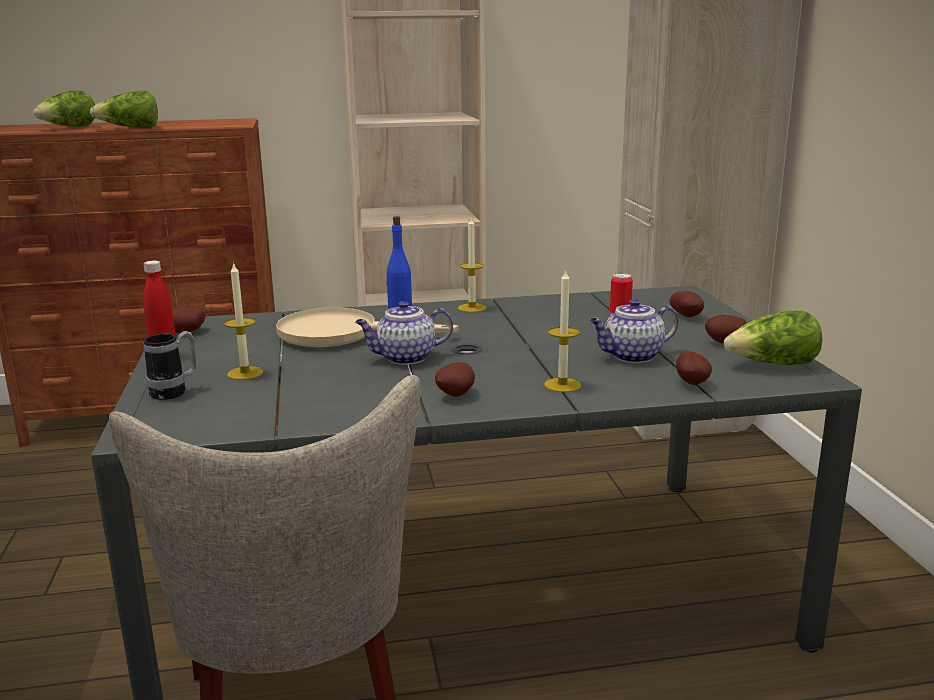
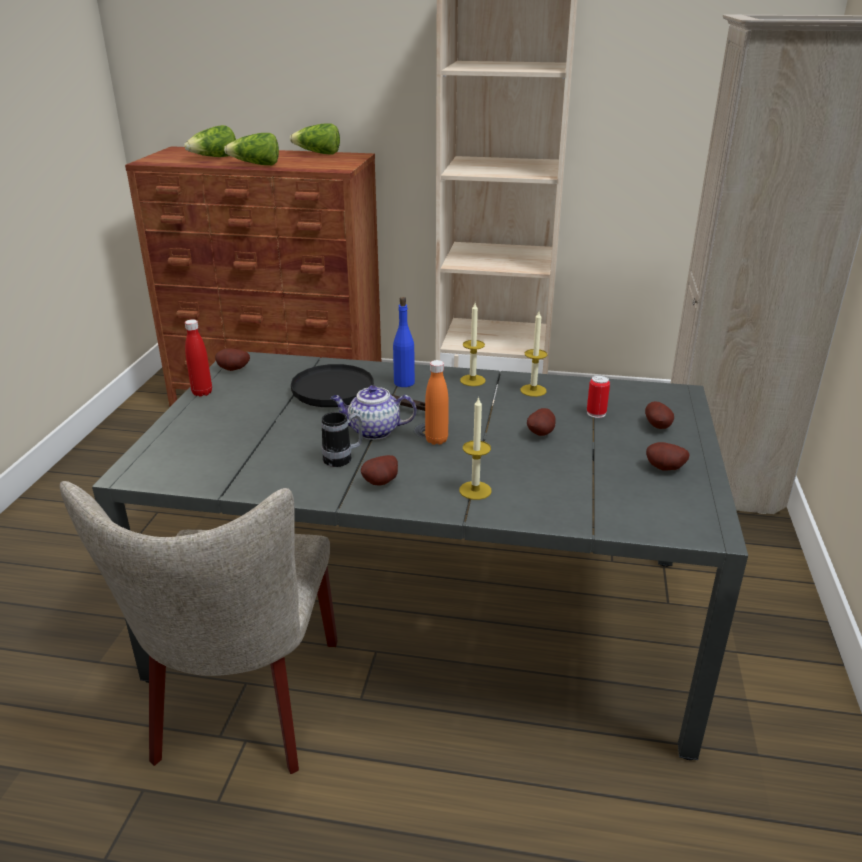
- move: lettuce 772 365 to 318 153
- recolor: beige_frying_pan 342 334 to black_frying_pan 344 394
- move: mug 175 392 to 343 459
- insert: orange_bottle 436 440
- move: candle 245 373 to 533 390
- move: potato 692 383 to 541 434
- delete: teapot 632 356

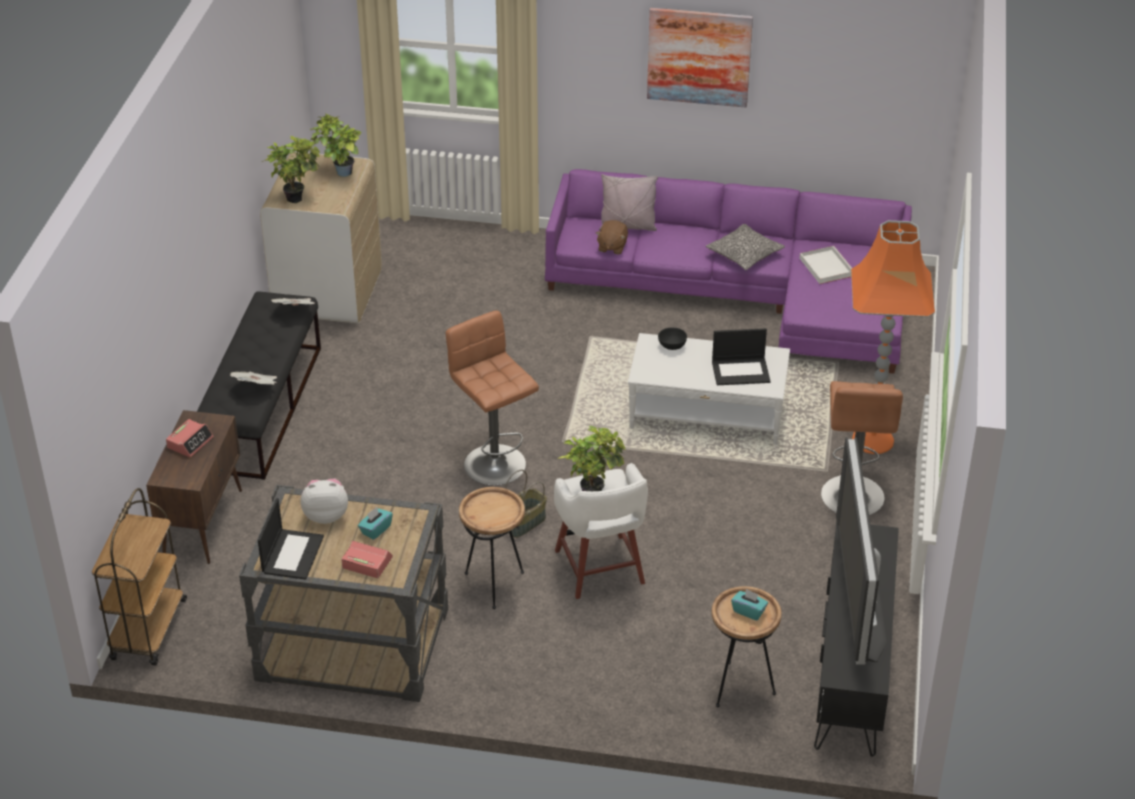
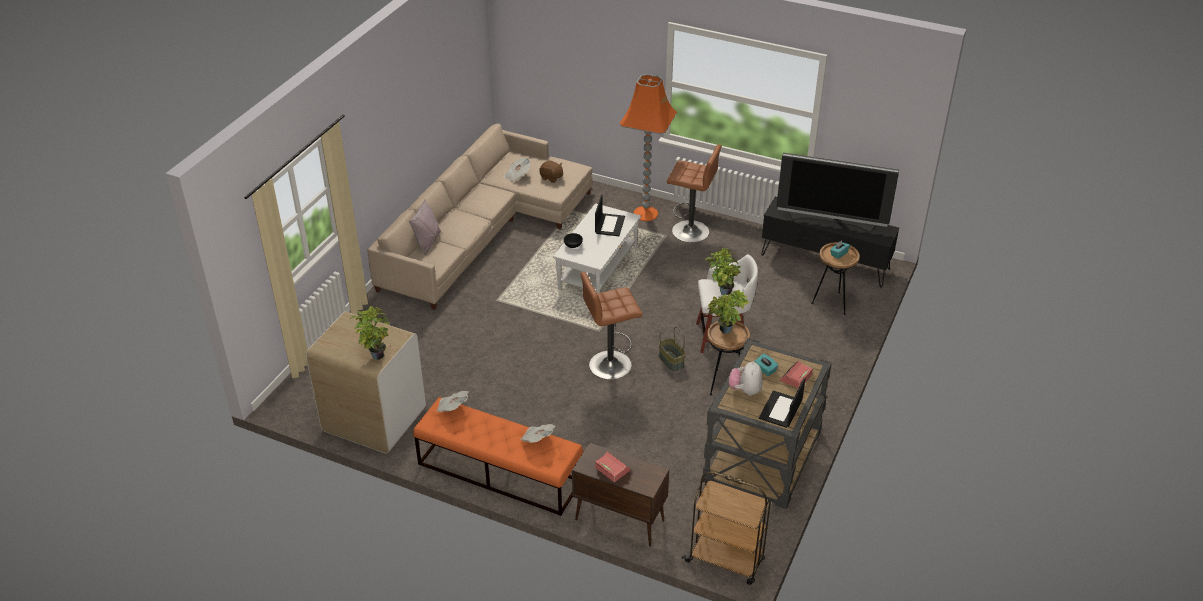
- recolor: purple_sofa 746 292 to beige_sofa 484 228
- recolor: black_bench 263 407 to orange_bench 499 472
- replace: white_tray 825 266 to newspaper 517 175
- move: brown_plush_toy 612 247 to 551 178
- move: potted_plant 339 173 to 725 332
- rotate: laptop 292 554 = 781 410 90 degrees counterclockwise
- delete: picture 699 56
- delete: pillow 744 254

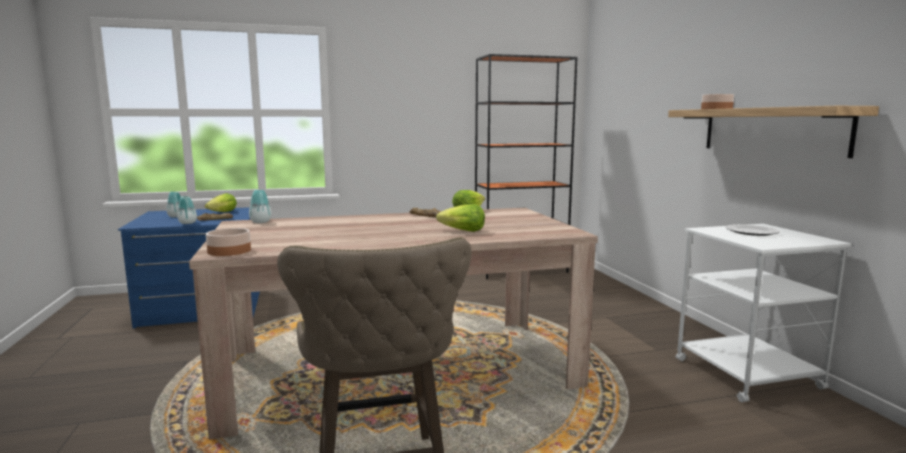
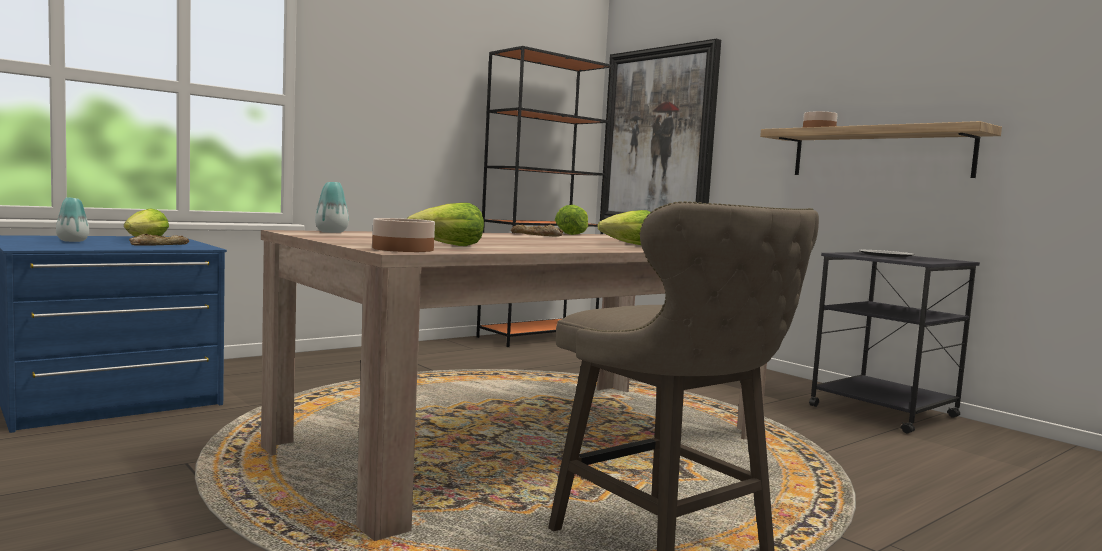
- insert: lettuce 448 246
- insert: picture 658 137
- recolor: white_cart 748 375 to black_cart 885 412
- delete: vase 187 223

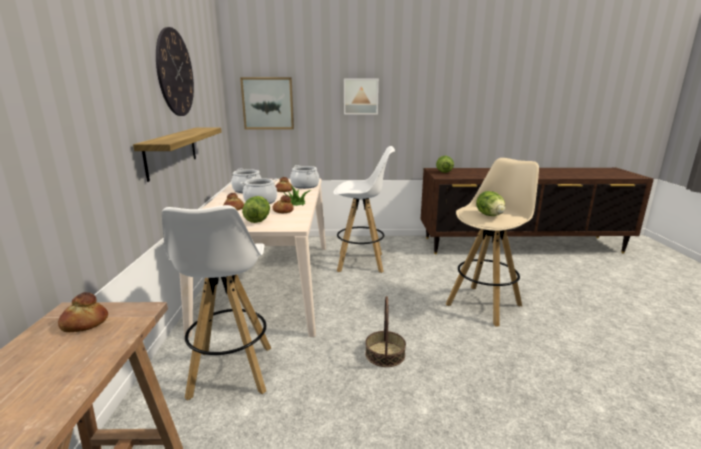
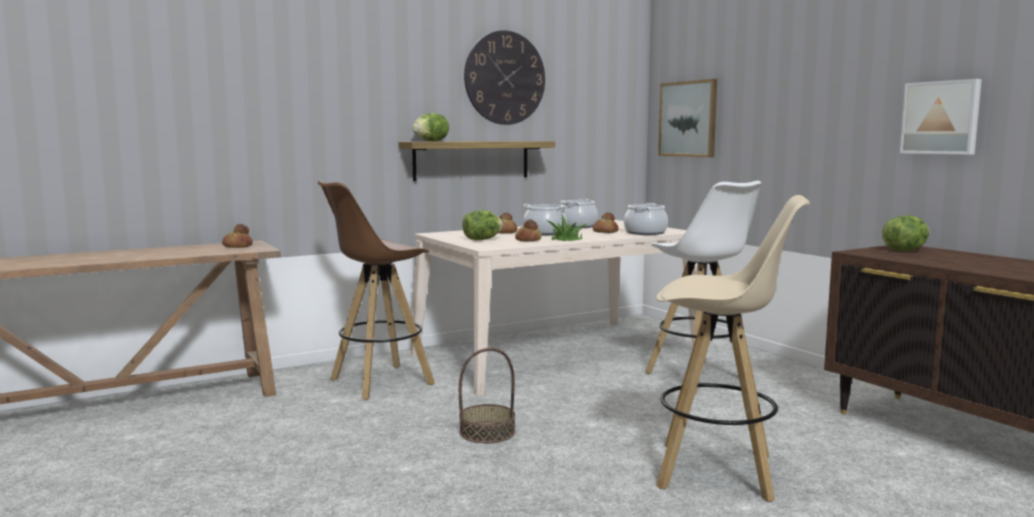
- recolor: white_stool 230 373 to brown_stool 379 382
- move: lettuce 489 215 to 431 141
- move: picture 360 96 to 941 117

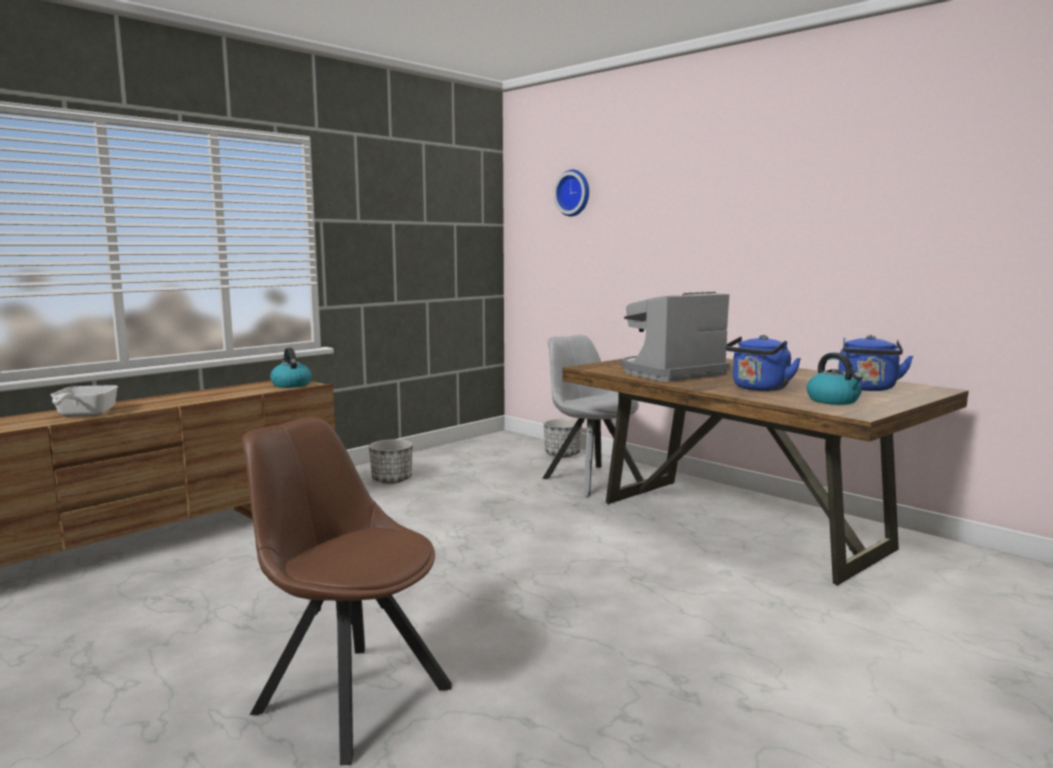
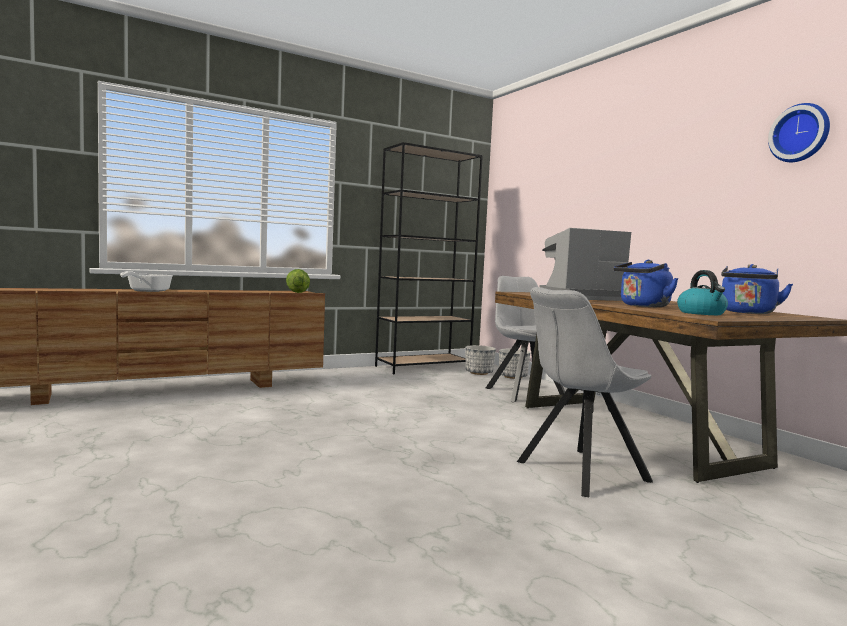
- replace: kettle 291 385 to lettuce 297 292
- insert: beige_bookcase 423 367
- move: planter 391 480 to 479 373
- insert: grey_chair 579 472
- move: wall_clock 574 193 to 800 133
- delete: brown_chair 350 697

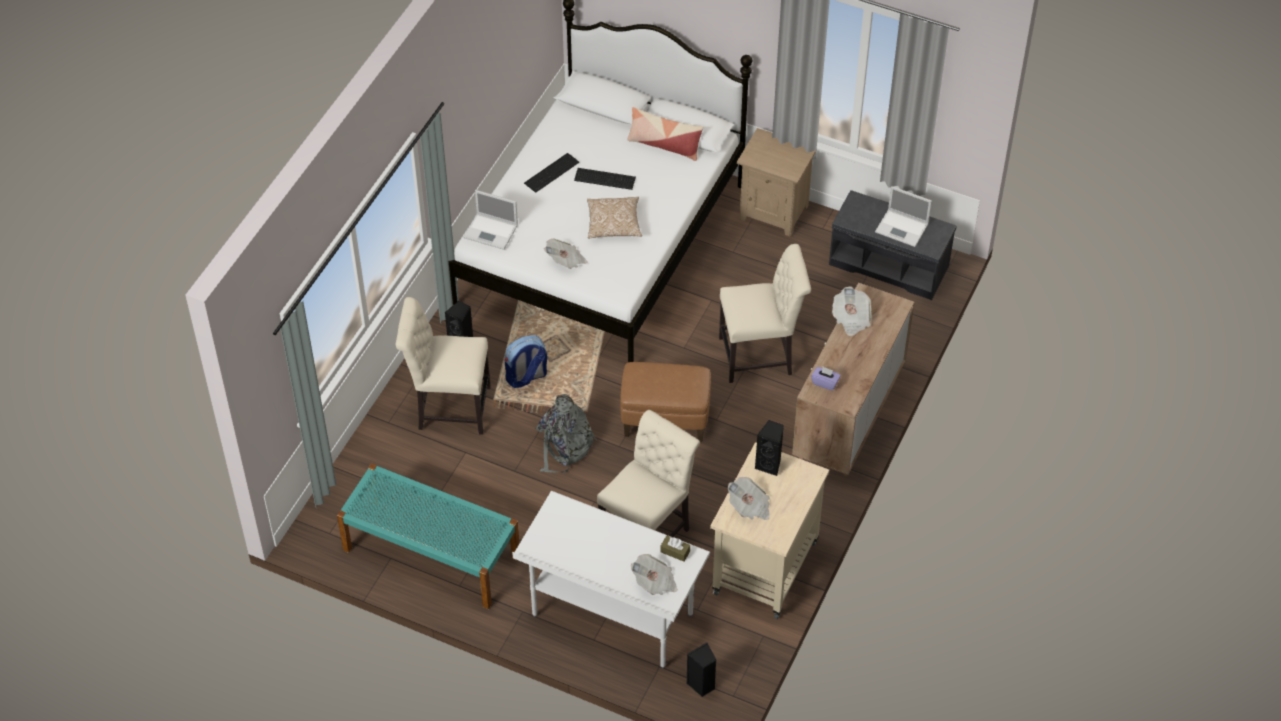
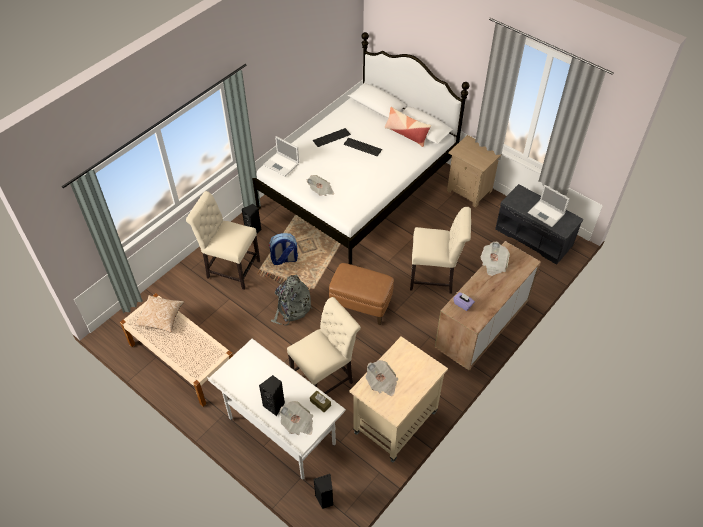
- recolor: turquoise_bench 431 553 to beige_bench 182 360
- move: pillow 613 225 to 161 318
- move: black_speaker 769 464 to 275 405

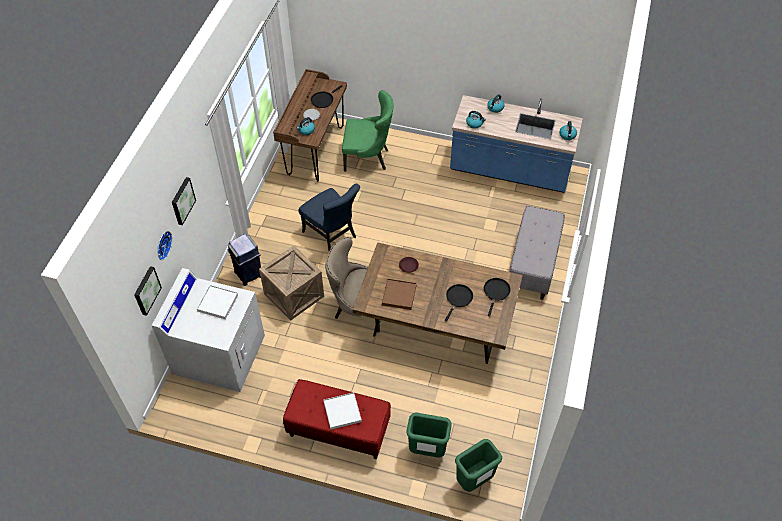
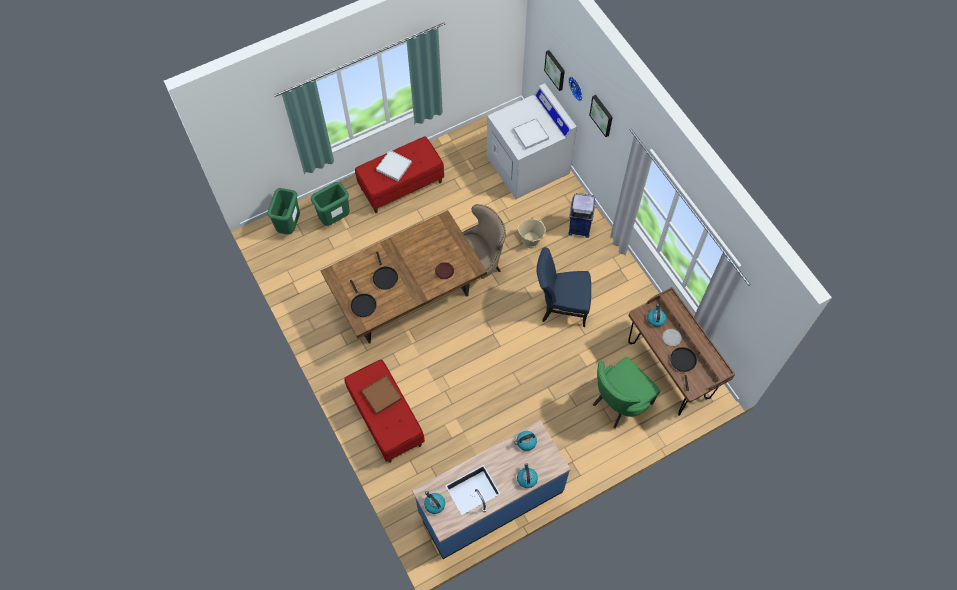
- recolor: grey_bench 533 264 to red_bench 386 419
- move: brown_tray 399 295 to 381 395
- replace: crate 294 295 to beige_bucket 531 240

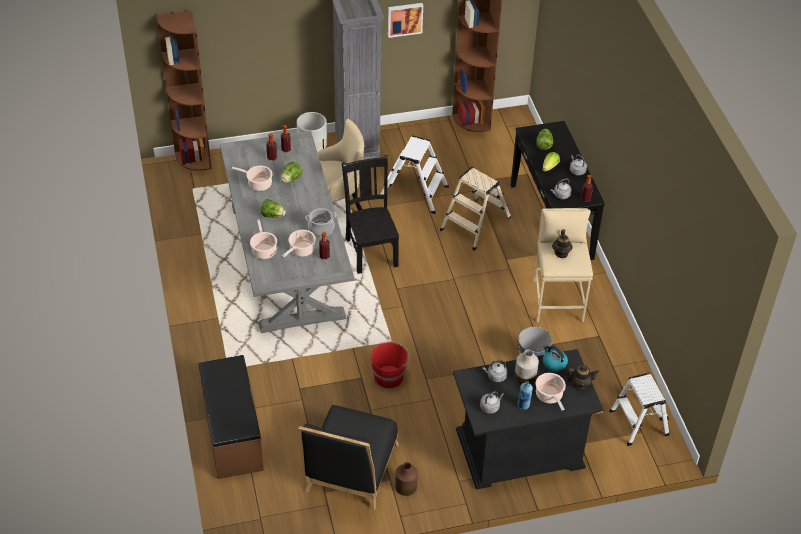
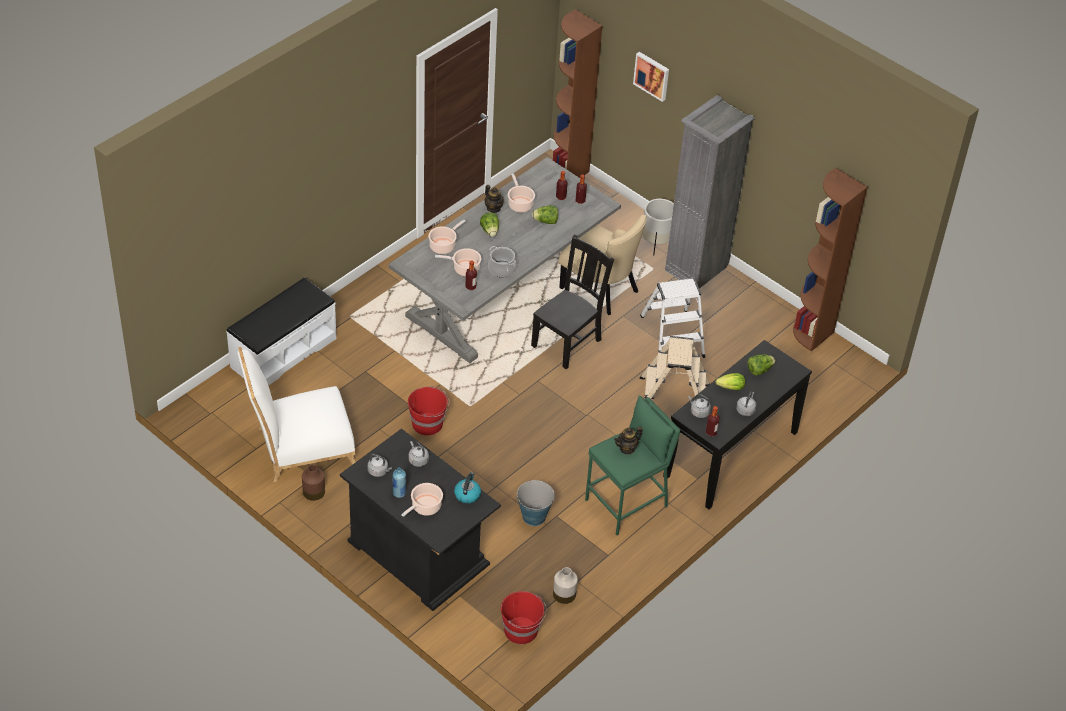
- recolor: brown_bench 231 433 to white_bench 283 352
- recolor: black_chair 350 473 to white_chair 300 447
- move: teapot 580 384 to 493 208
- replace: white_step_ladder 639 422 to red_bucket 521 630
- move: beige_vase 525 376 to 564 594
- recolor: beige_stool 557 300 to green_stool 627 504
- move: picture 404 19 to 652 75

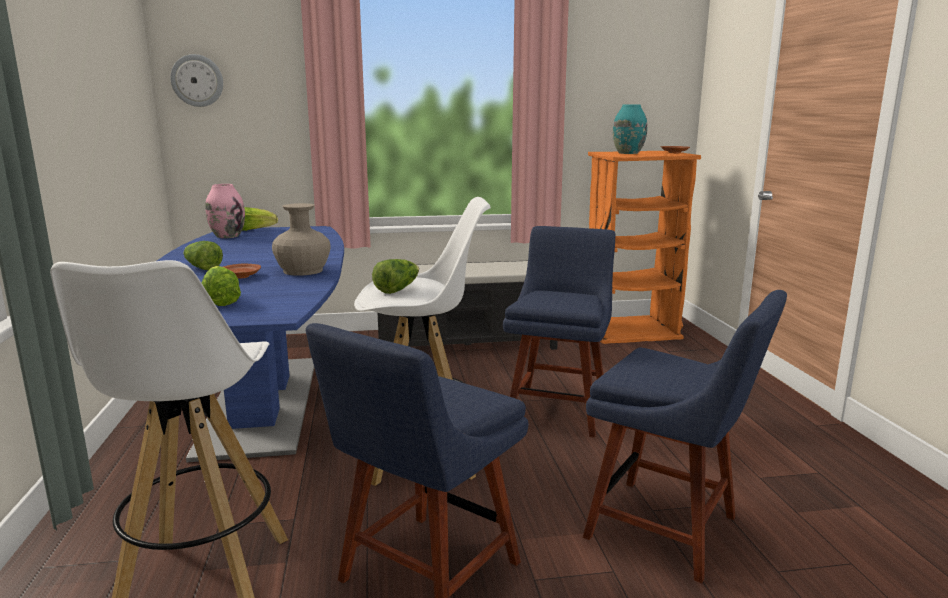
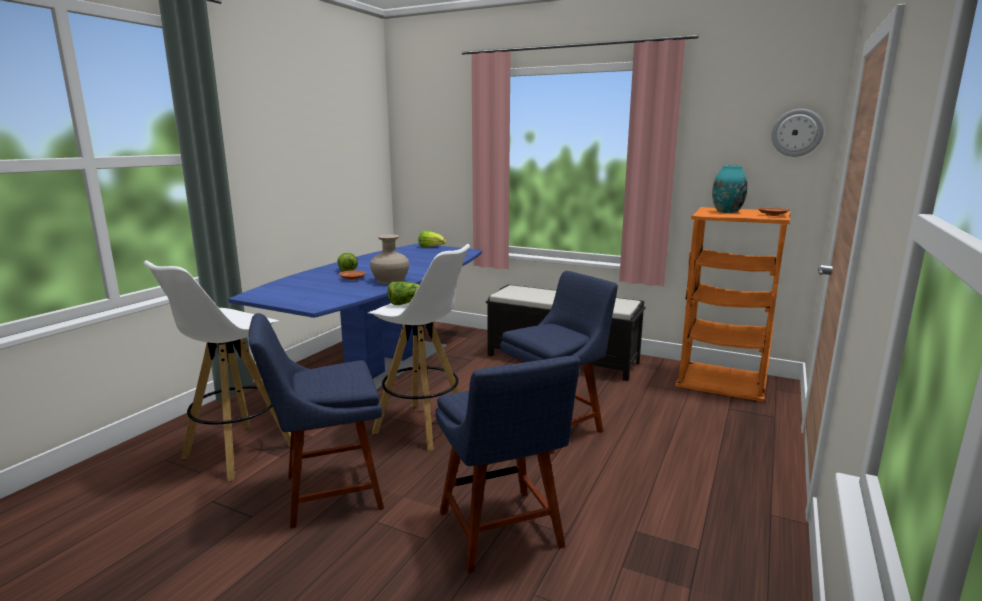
- move: wall_clock 197 80 to 797 132
- delete: lettuce 221 301
- delete: pink_vase 227 236

